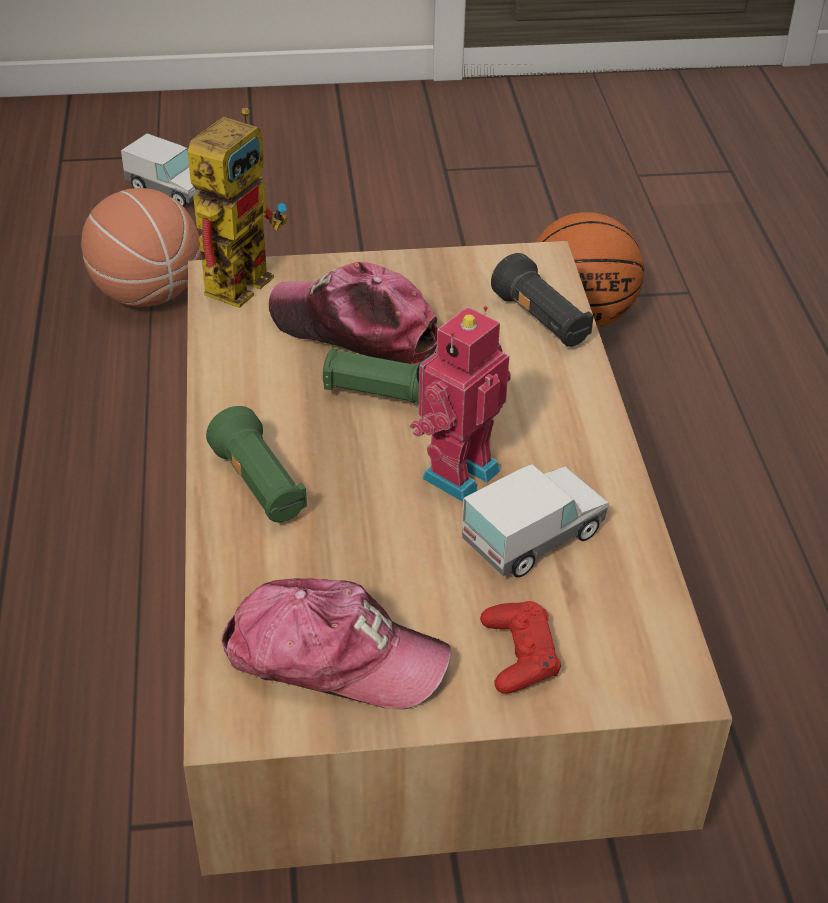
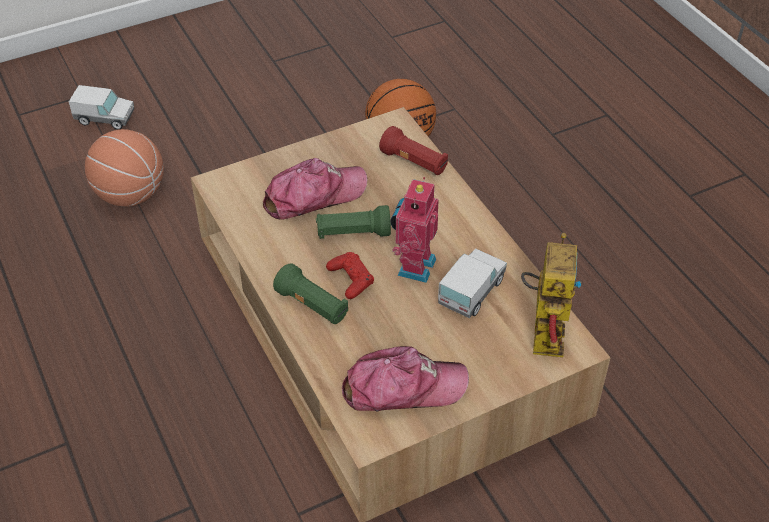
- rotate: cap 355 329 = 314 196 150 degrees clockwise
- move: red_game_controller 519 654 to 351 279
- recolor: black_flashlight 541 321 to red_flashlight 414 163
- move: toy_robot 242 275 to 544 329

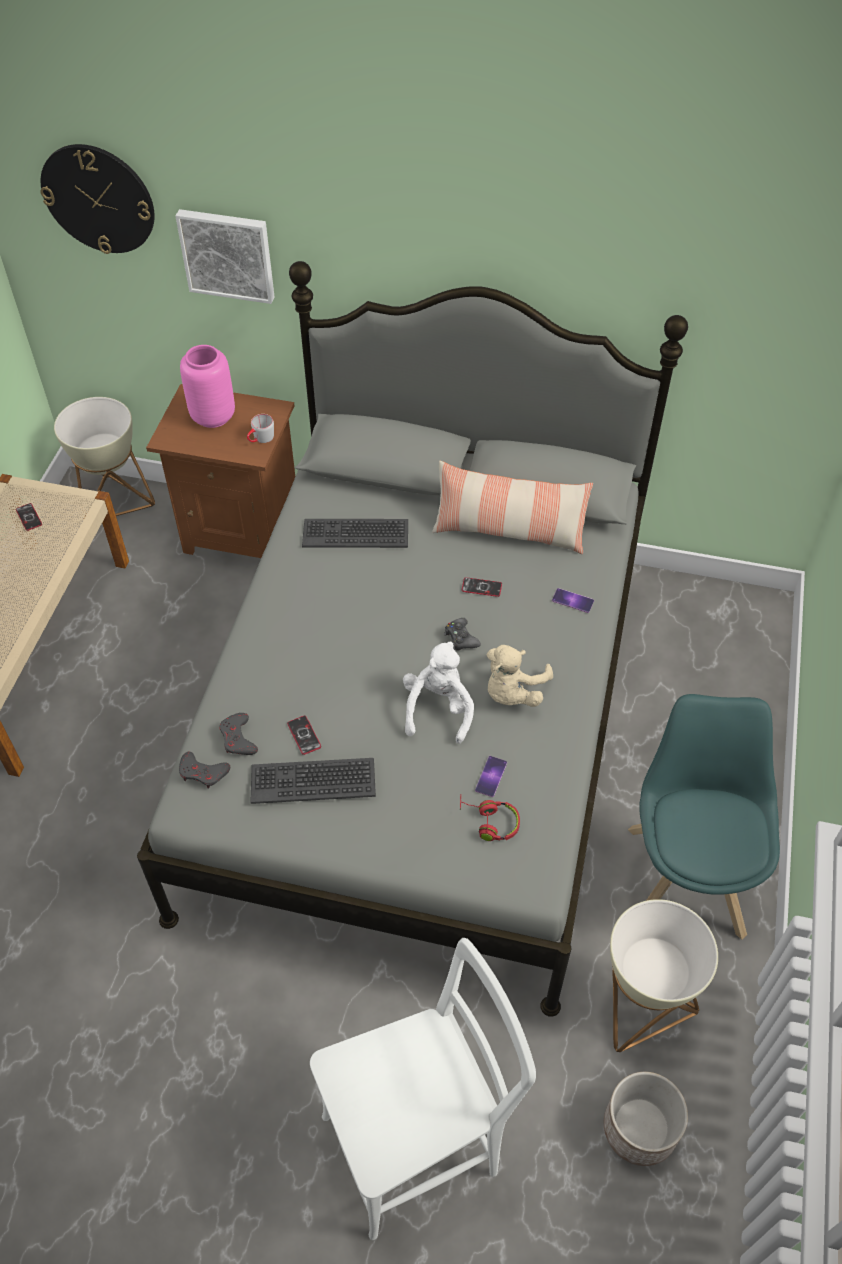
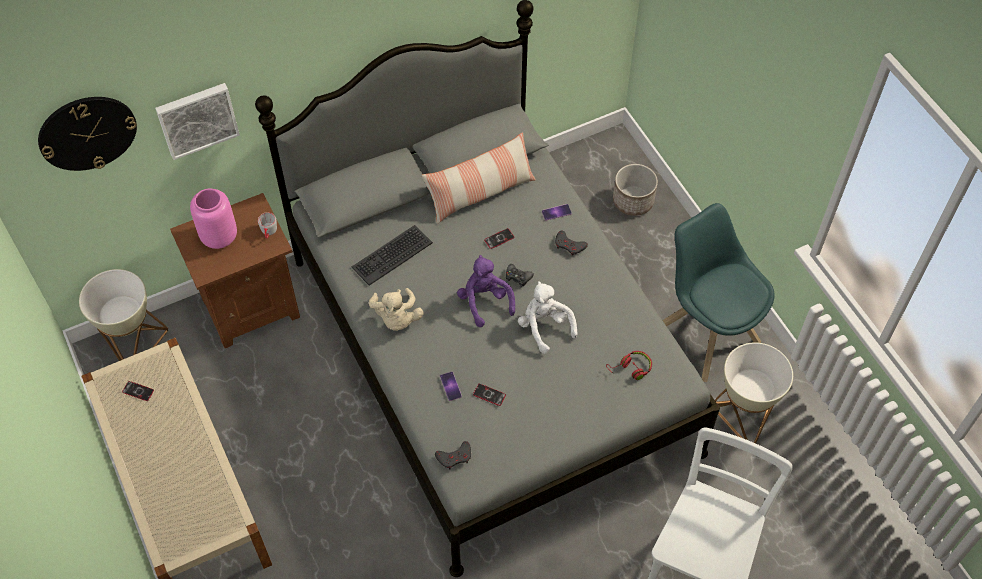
- move: beige_plush_toy 512 691 to 397 318
- move: phone 491 776 to 450 386
- insert: purple_plush_toy 485 301
- move: grey_game_controller 238 738 to 569 245
- move: planter 640 1128 to 633 201
- delete: keyboard 313 780

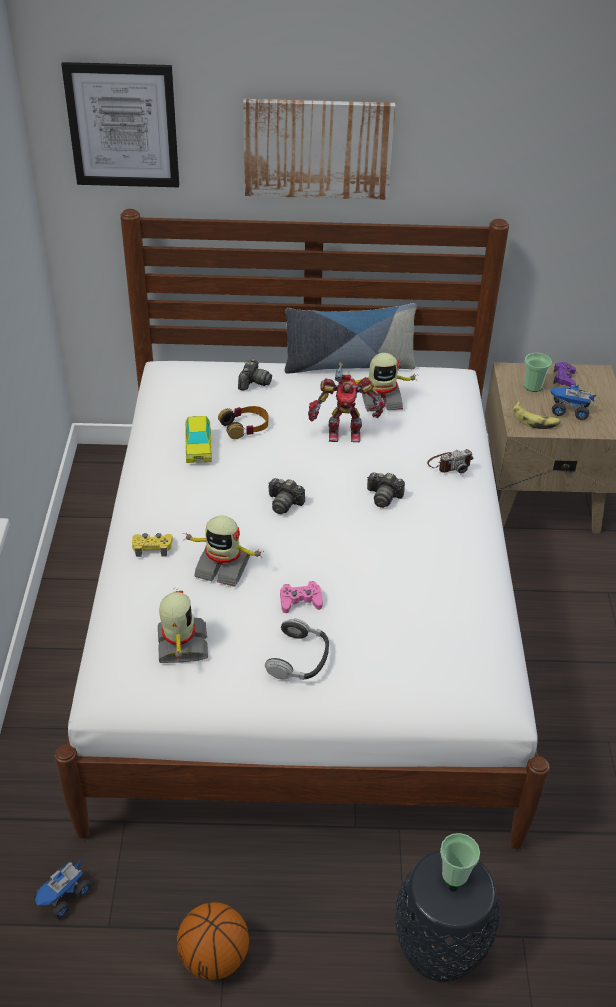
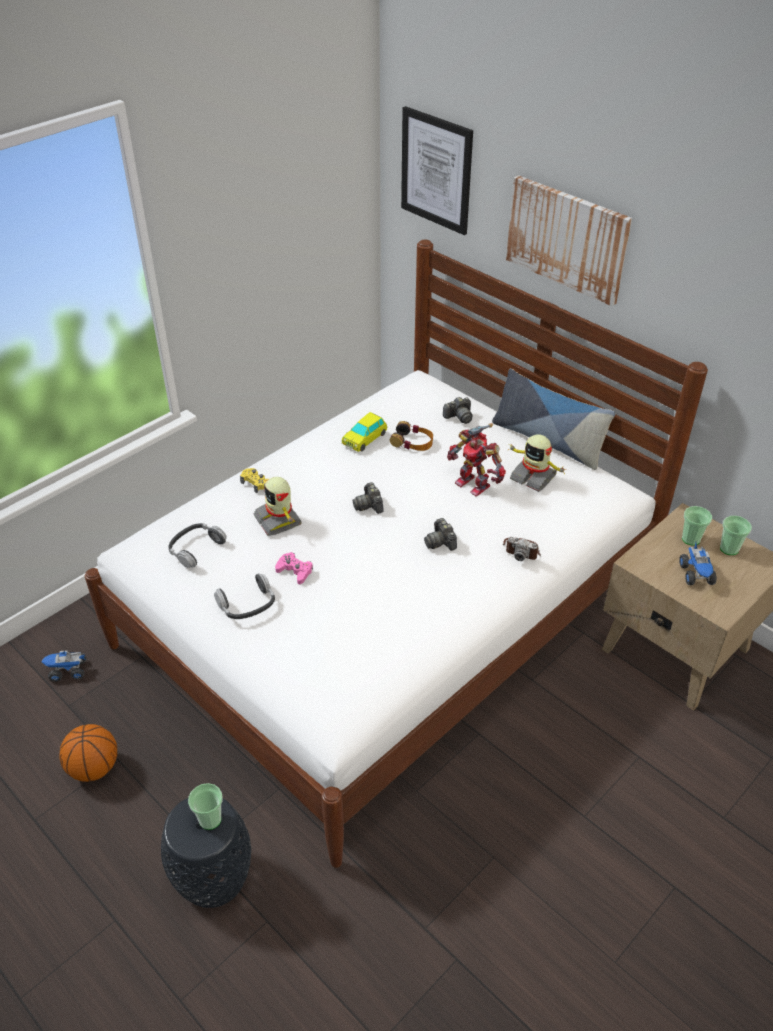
- replace: toy_robot 180 644 to headphones 196 549
- rotate: toy_truck 569 411 = 696 574 150 degrees counterclockwise
- replace: purple_game_controller 564 379 to cup 729 549
- delete: banana 535 420

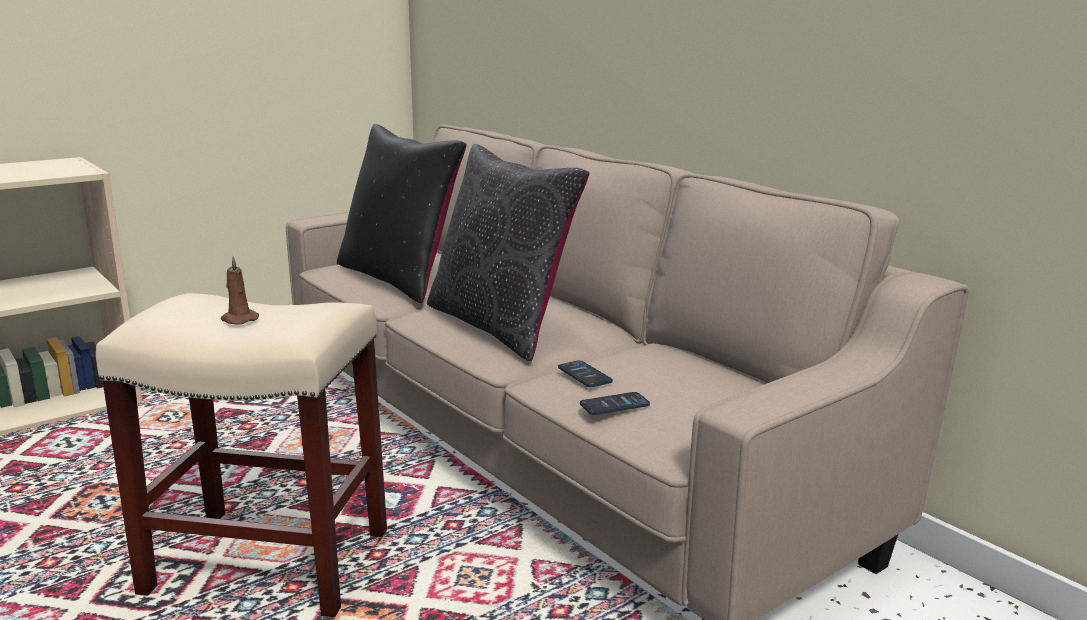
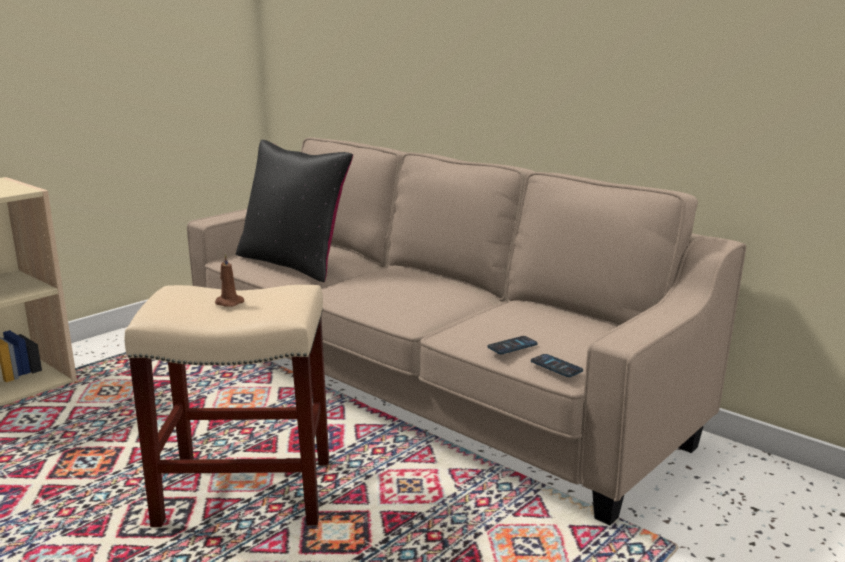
- move: phone 584 375 to 556 366
- delete: black_pillow 500 326

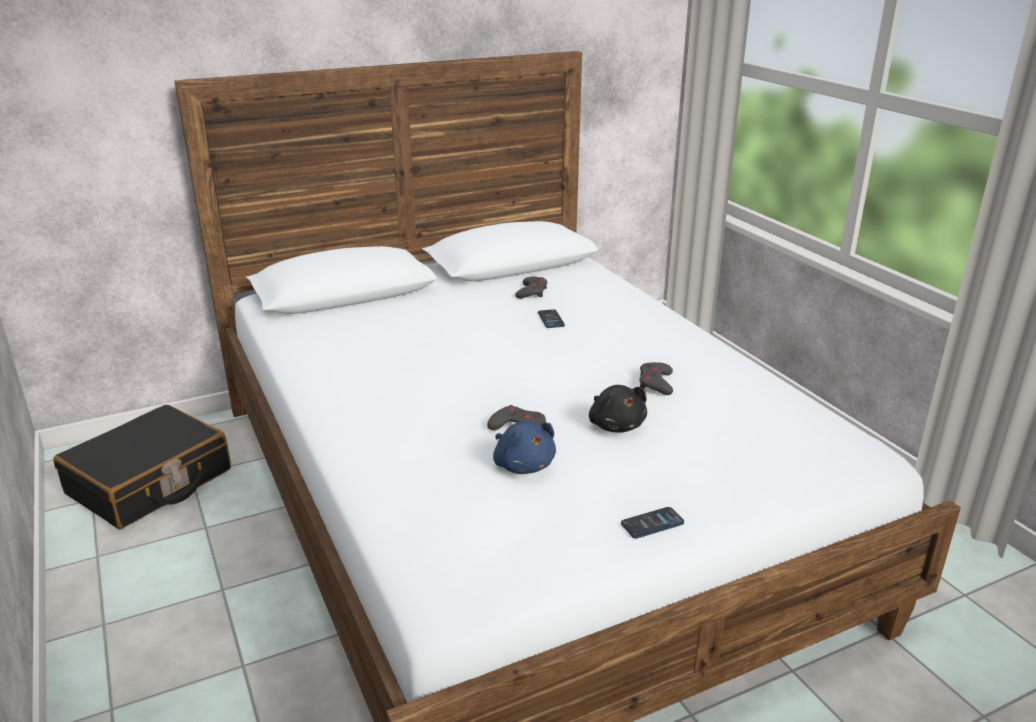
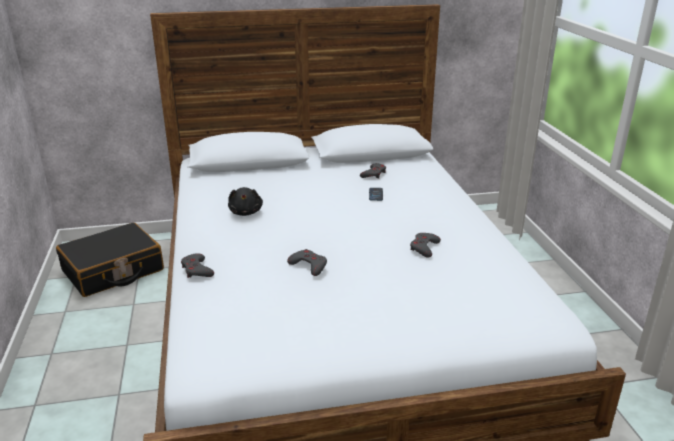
- insert: grey_game_controller 197 270
- move: black_plush_toy 616 425 to 246 212
- delete: blue_plush_toy 523 465
- delete: phone 652 523

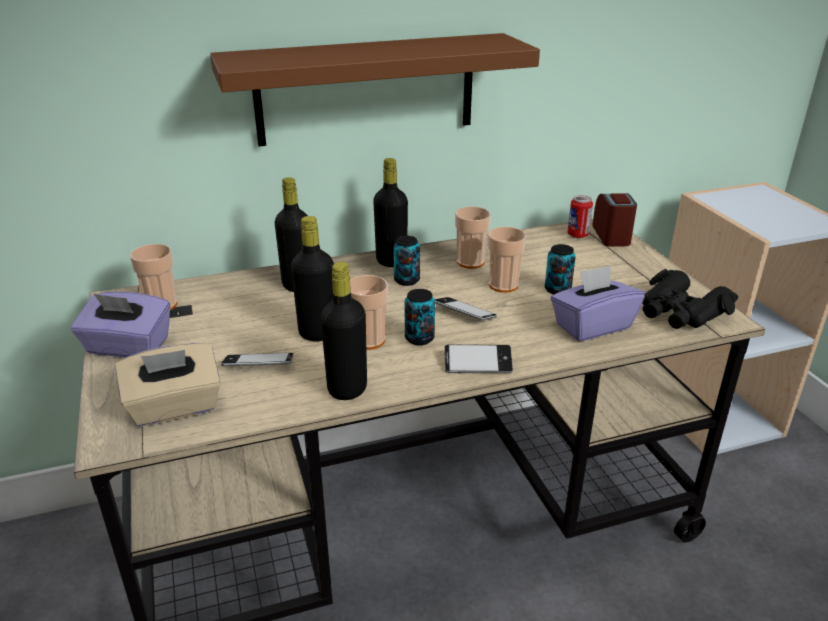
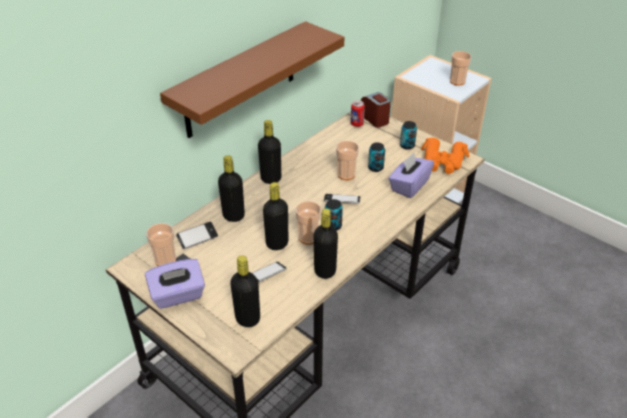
- move: phone 477 364 to 197 238
- replace: beige_tissue_box 175 407 to black_bottle 248 318
- move: can 406 280 to 407 146
- recolor: black_binoculars 680 312 to orange_binoculars 443 162
- move: cup 470 262 to 457 81

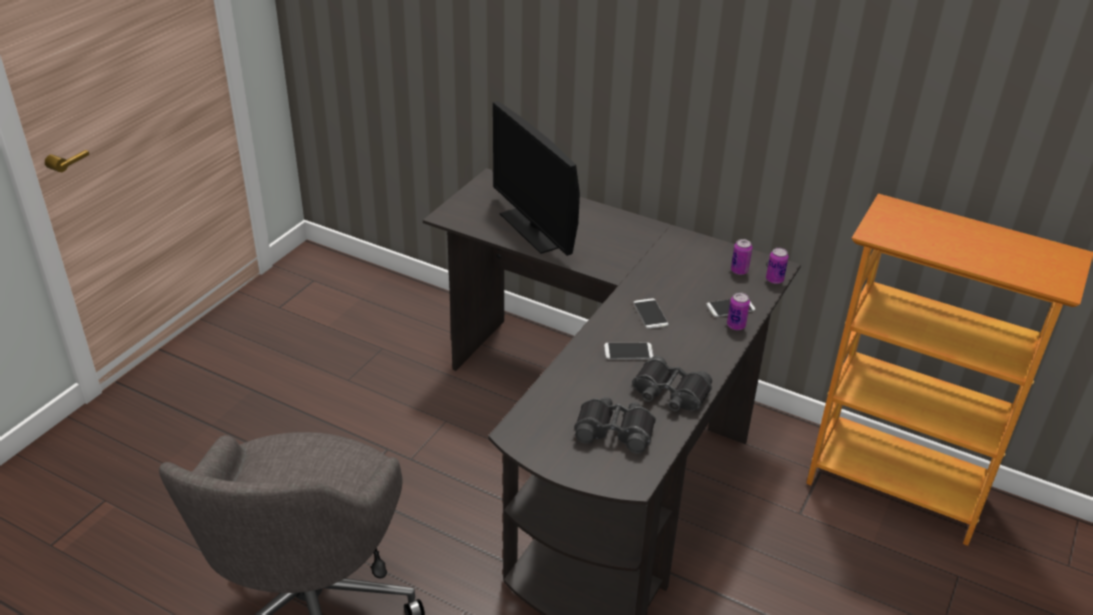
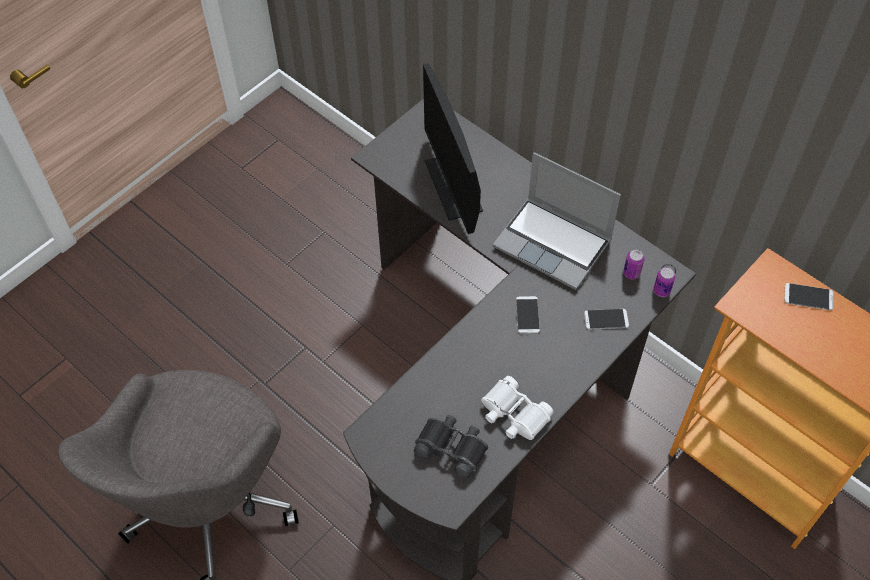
- recolor: black_binoculars 670 393 to white_binoculars 514 414
- insert: laptop 554 244
- move: phone 628 351 to 808 297
- delete: can 736 326

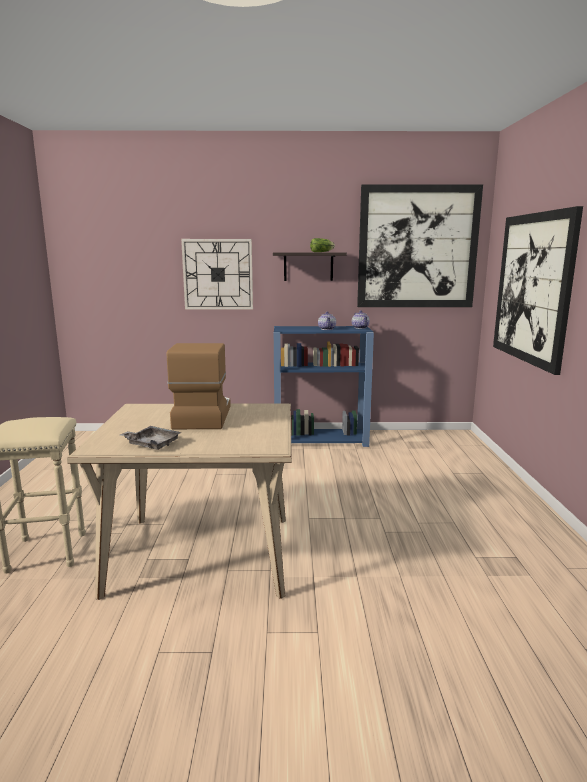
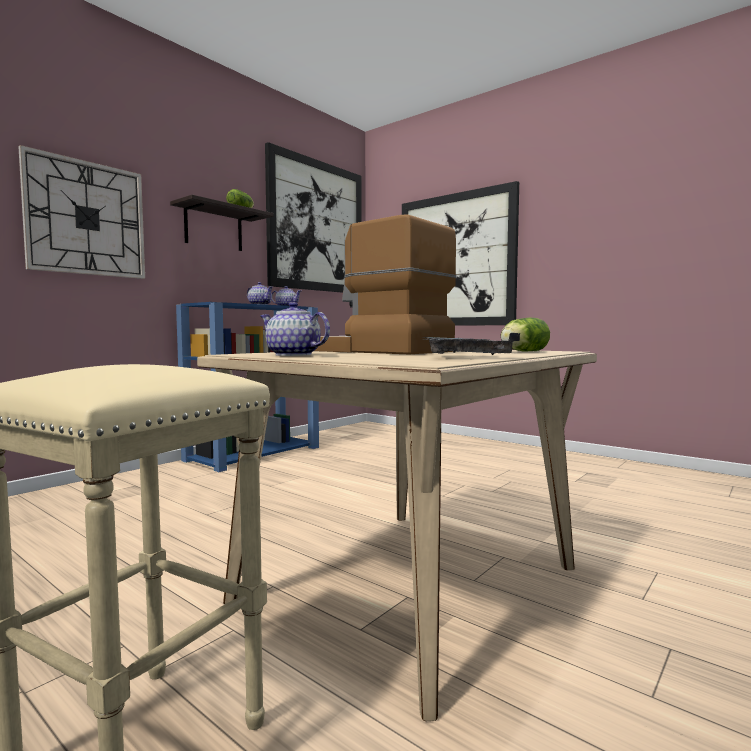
- insert: teapot 293 355
- insert: lettuce 522 351

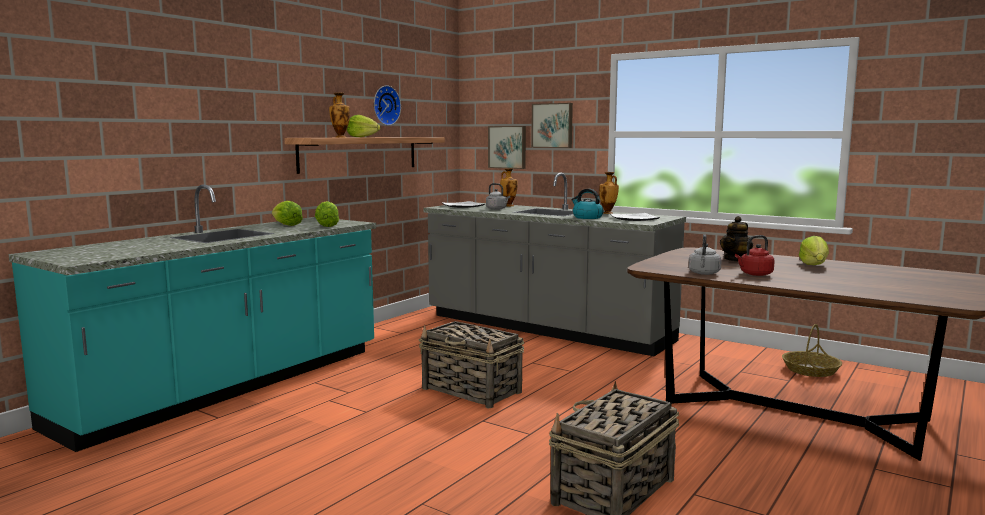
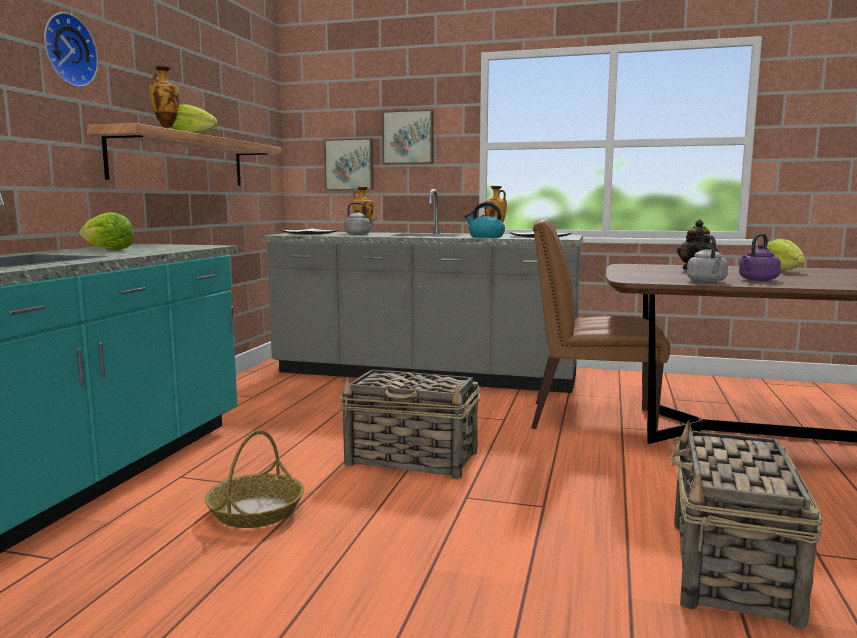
- move: wall_clock 385 105 to 67 50
- move: basket 810 370 to 256 511
- insert: brown_chair 592 419
- recolor: red_kettle 754 274 to purple_kettle 757 280
- delete: lettuce 327 226

